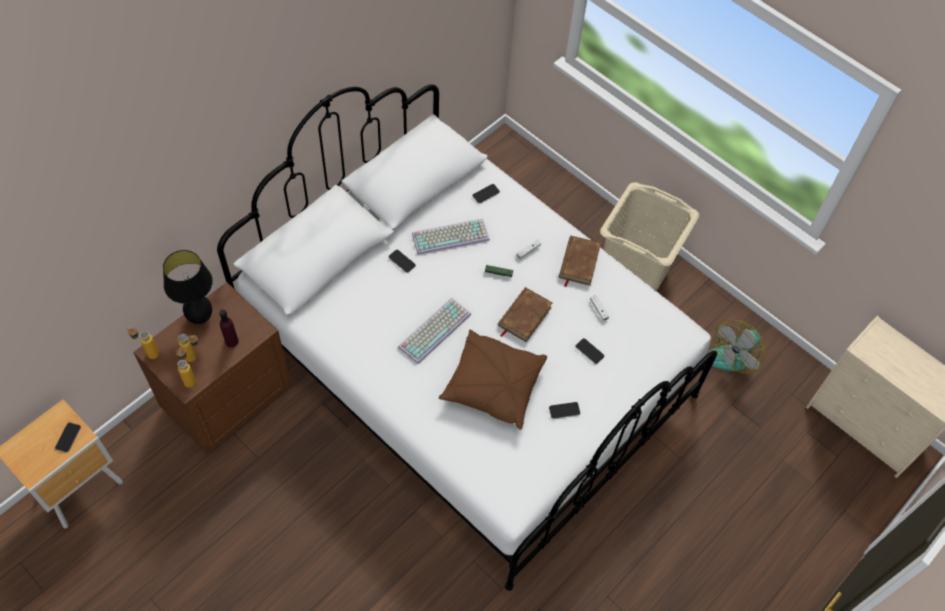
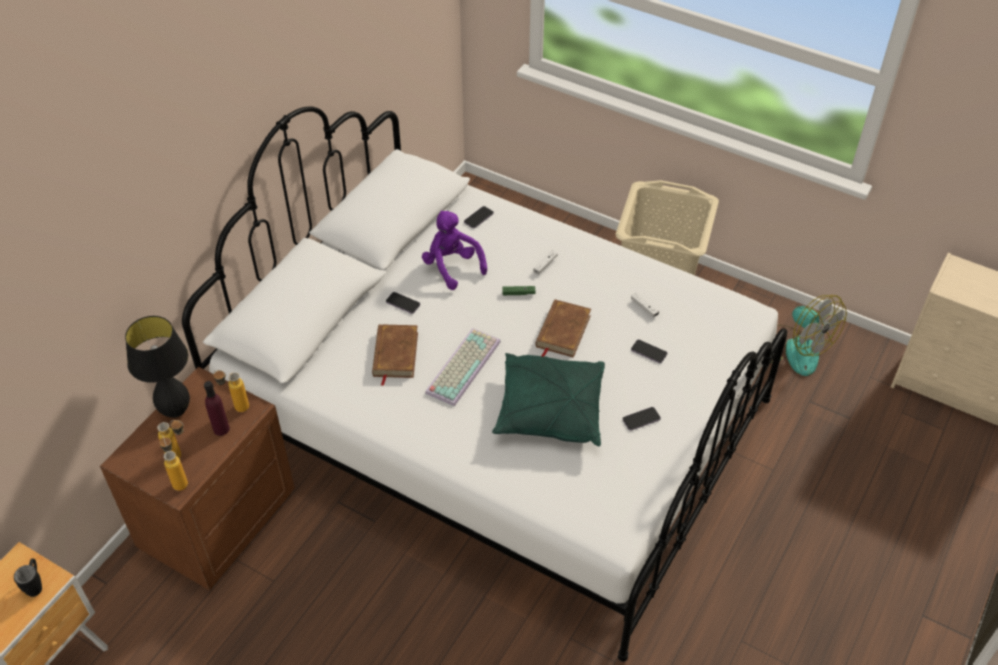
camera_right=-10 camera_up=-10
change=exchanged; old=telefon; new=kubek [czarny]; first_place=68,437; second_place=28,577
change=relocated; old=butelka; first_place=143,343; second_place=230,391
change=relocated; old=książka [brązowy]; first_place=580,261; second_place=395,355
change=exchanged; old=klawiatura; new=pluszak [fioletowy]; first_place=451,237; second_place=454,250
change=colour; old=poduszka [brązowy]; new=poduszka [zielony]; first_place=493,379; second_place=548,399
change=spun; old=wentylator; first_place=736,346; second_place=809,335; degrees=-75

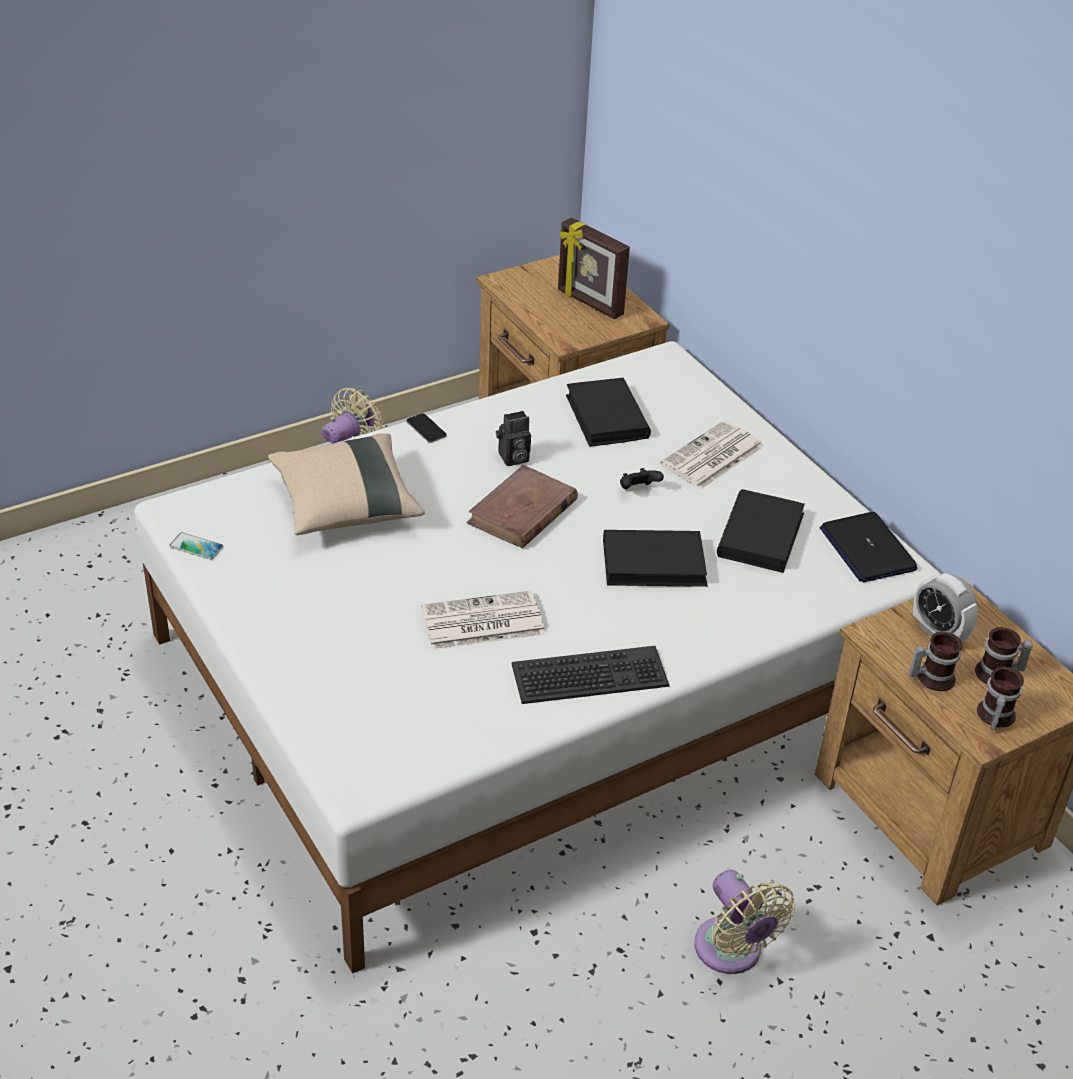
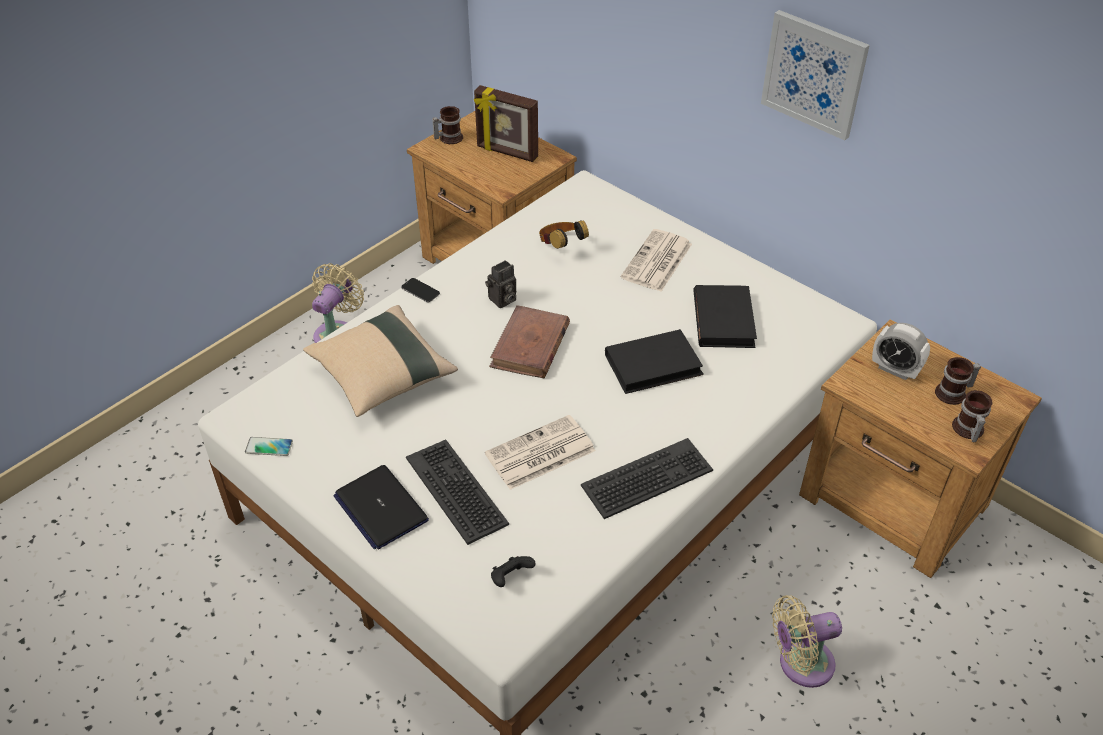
camera_right=-15 camera_up=5
change=relocated; old=laptop; first_place=869,547; second_place=381,507
change=appeared; new=klawiatura; second_place=457,492
change=relocated; old=kubek; first_place=936,661; second_place=447,125
change=relocated; old=pad do gier [czarny]; first_place=642,479; second_place=513,571
change=exchanged; old=książka [czarny]; new=słuchawki; first_place=608,412; second_place=564,234
change=appeared; new=obraz; second_place=815,75
change=spun; old=wentylator [beżowy]; first_place=744,922; second_place=807,641; degrees=120

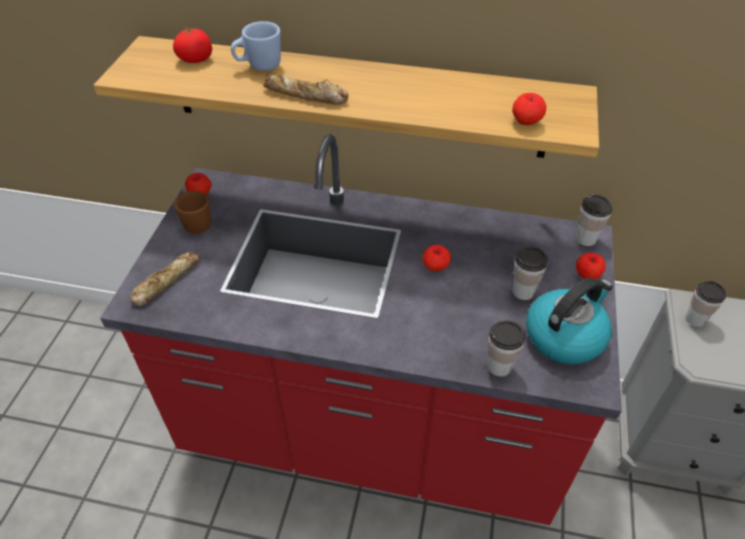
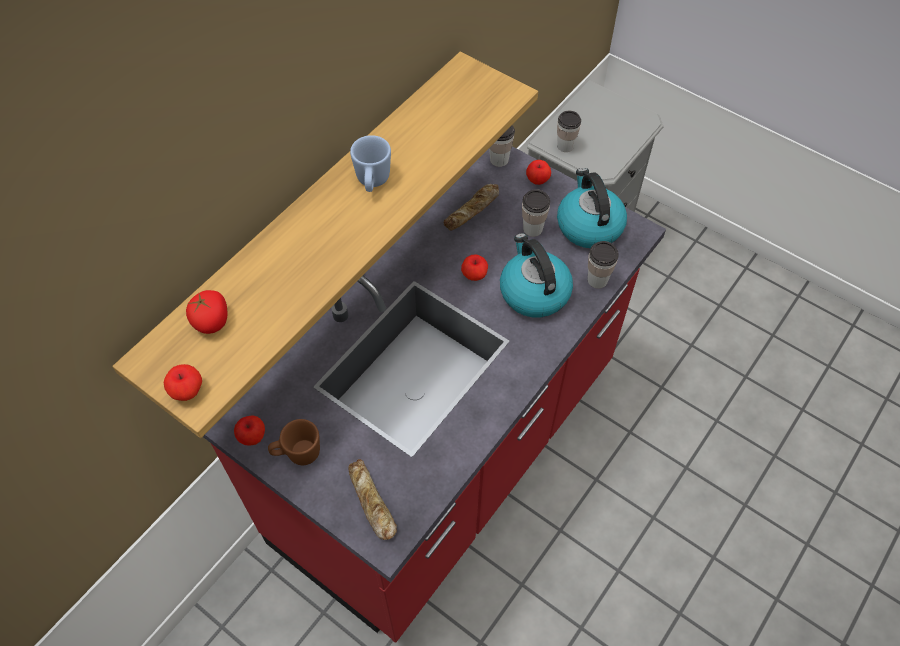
camera_right=-65 camera_up=10
change=relocated; old=jabłko; first_place=529,109; second_place=183,382
change=relocated; old=kubek [niebieski]; first_place=256,46; second_place=370,163
change=relocated; old=chleb; first_place=306,90; second_place=471,207
change=appeared; new=czajnik; second_place=536,275

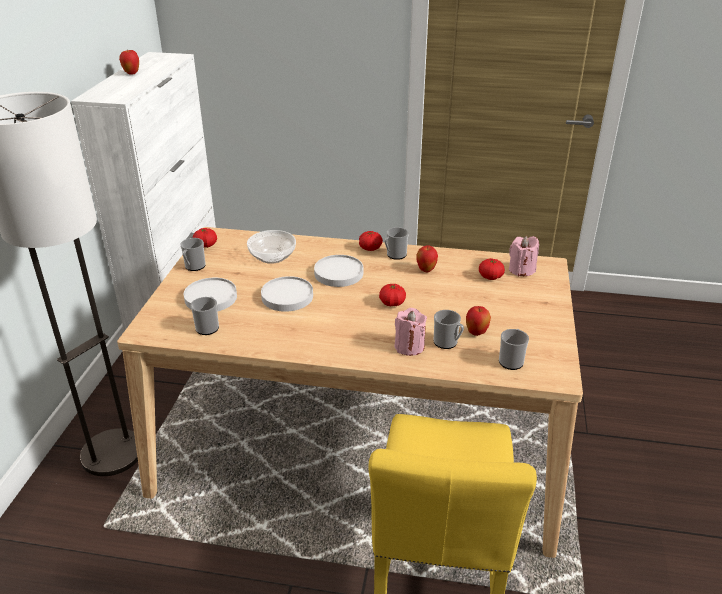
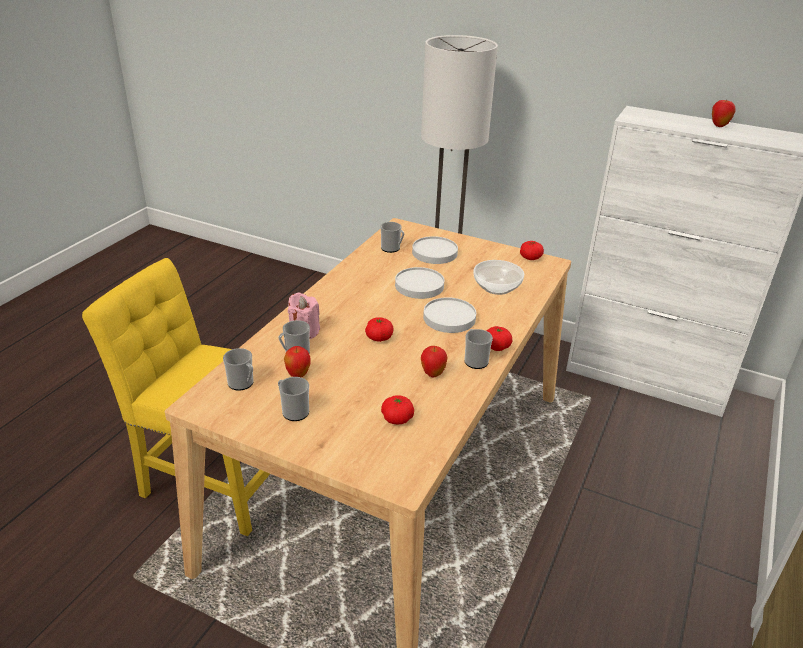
camera_right=105 camera_up=0
change=relocated; old=kubek; first_place=193,254; second_place=293,399
change=missing; old=świeca [różowy]; first_place=524,256

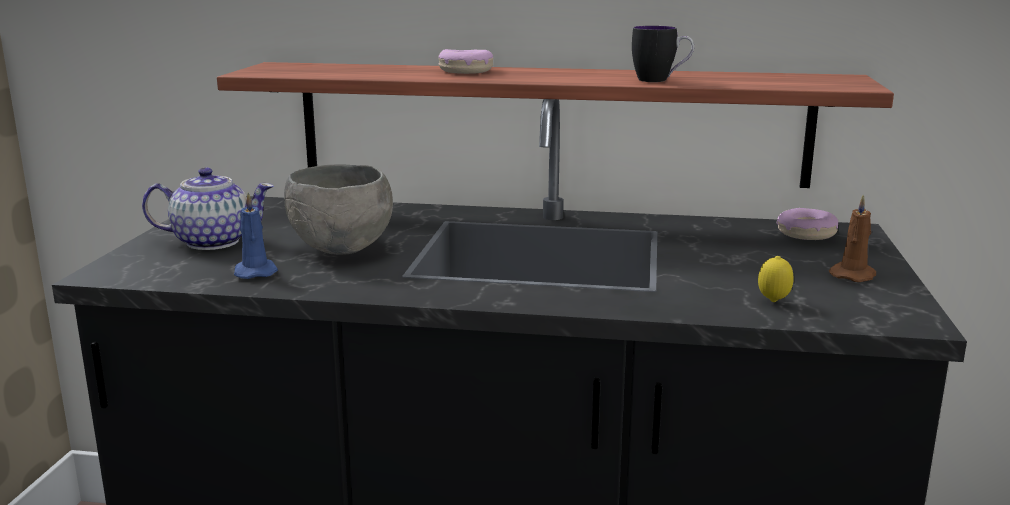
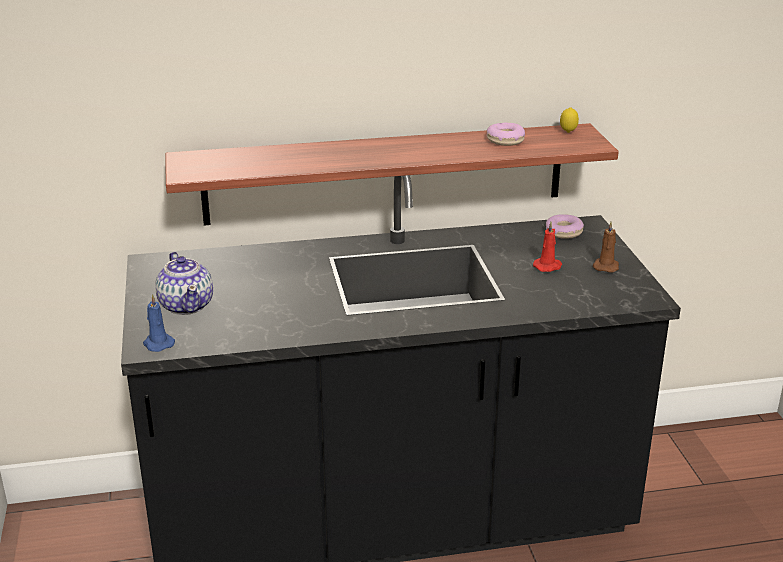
camera_right=-20 camera_up=10
change=relocated; old=świeca [niebieski]; first_place=256,235; second_place=159,323
change=spun; old=imbryk; first_place=208,208; second_place=184,283; degrees=90
change=relocated; old=donut; first_place=466,61; second_place=506,134
change=appeared; new=świeca [czerwony]; second_place=547,247
change=relocated; old=cytryna; first_place=775,279; second_place=569,120
change=missing; old=miska [szary]; first_place=338,209
change=missing; old=kubek; first_place=663,54

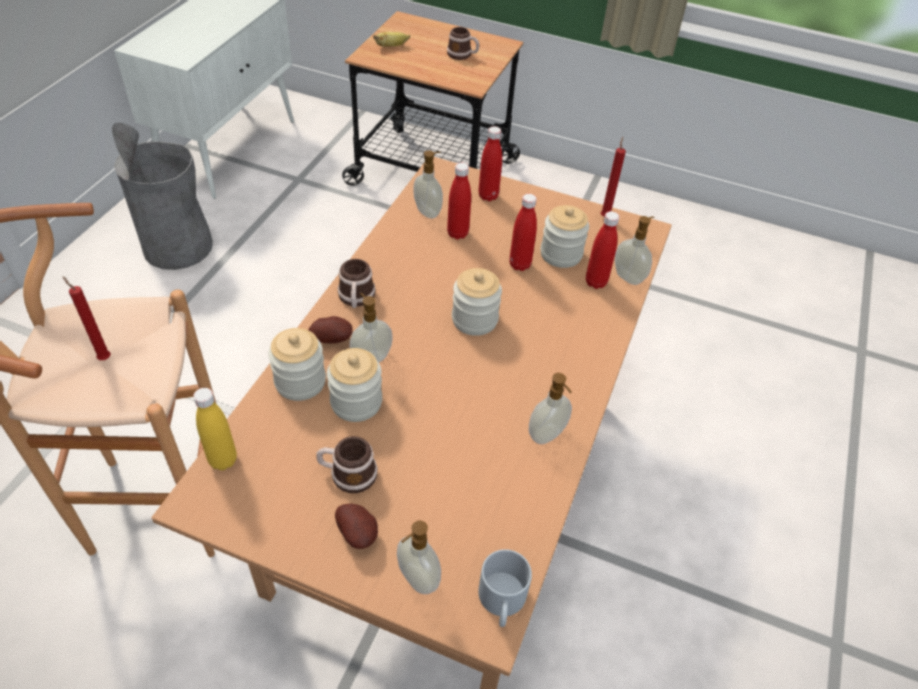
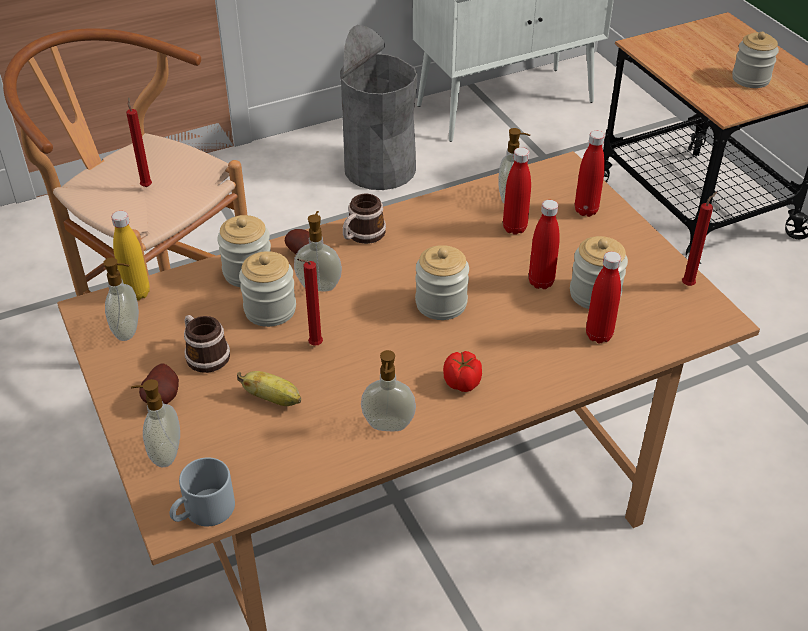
camera_right=45 camera_up=-5
change=relocated; old=dozownik mydła; first_place=634,250; second_place=121,299
change=relocated; old=banan; first_place=391,39; second_place=269,388
change=appeared; new=świeca [czerwony]; second_place=310,302
change=appeared; new=pomidor; second_place=462,371
change=exchanged; old=kubek; new=słoik; first_place=463,43; second_place=755,60

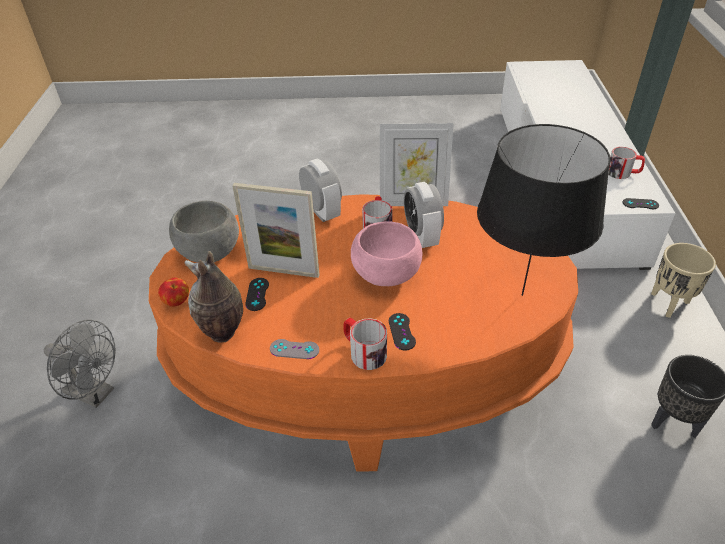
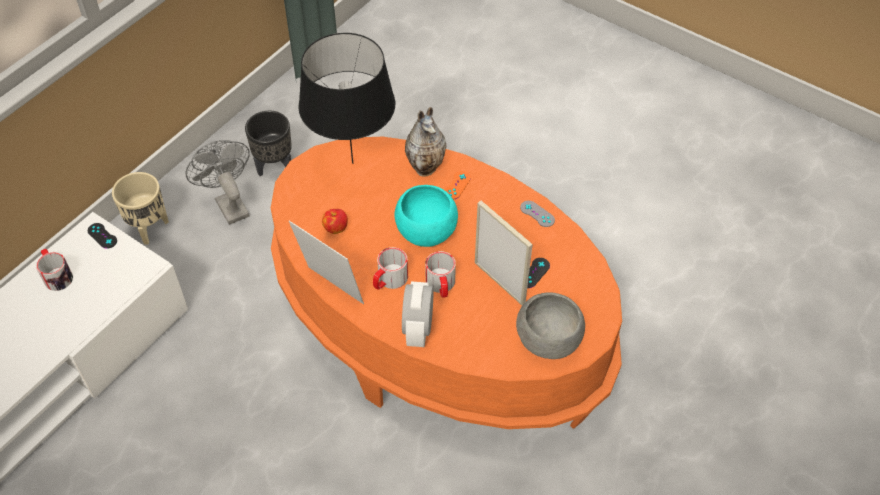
camera_right=-145 camera_up=10
change=relocated; old=wentylator [szary]; first_place=80,363; second_place=218,182
change=relocated; old=jabłko; first_place=173,292; second_place=335,221
change=colour; old=miska [różowy]; new=miska [turkusowy]; first_place=386,253; second_place=426,216
change=relocated; old=wazon; first_place=213,297; second_place=426,142
change=relocated; old=kubek; first_place=365,344; second_place=440,274
change=colour; old=pad do gier [czarny]; new=pad do gier [pomarańczowy]; first_place=402,332; second_place=458,185
change=missing; old=budzik; first_place=424,215

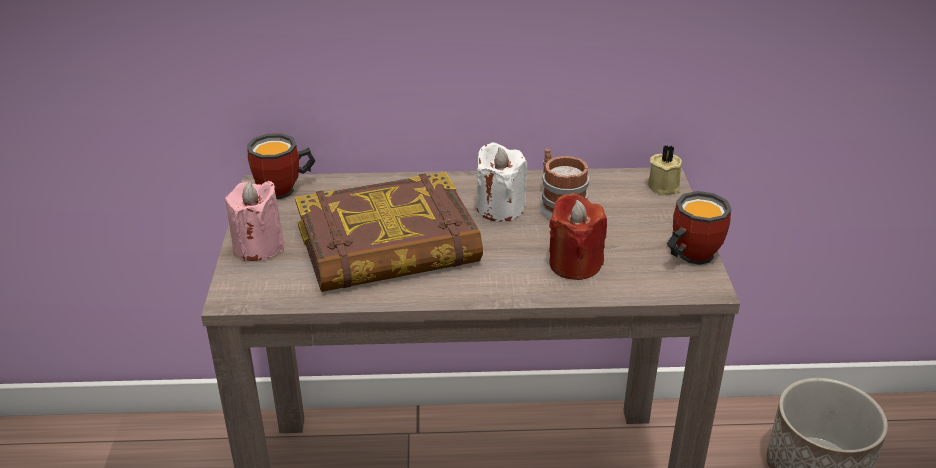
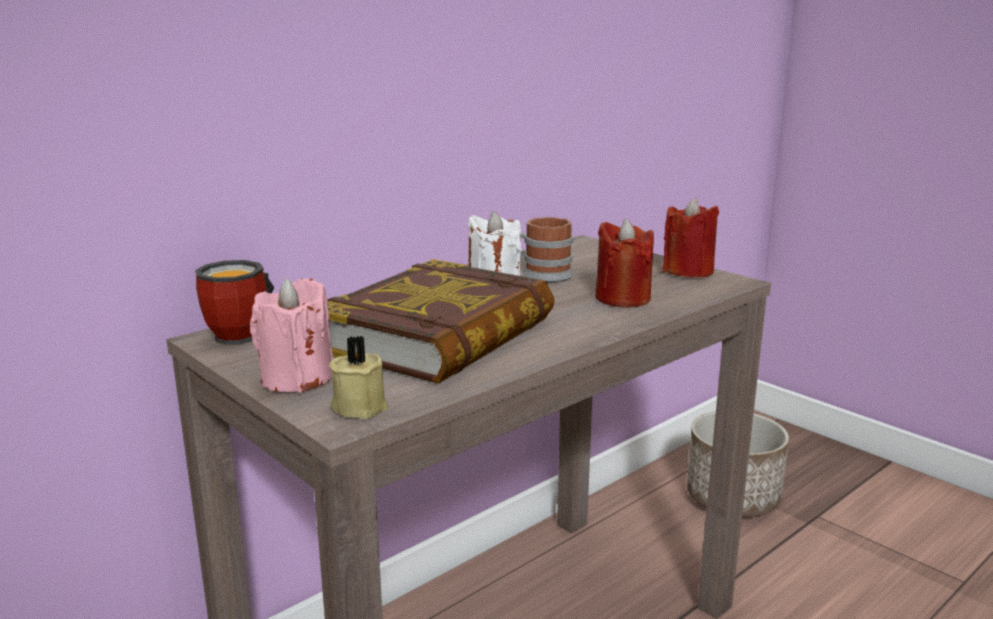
camera_right=-40 camera_up=-15
change=relocated; old=świeca [beżowy]; first_place=665,170; second_place=359,377
change=exchanged; old=kubek; new=świeca [czerwony]; first_place=699,228; second_place=690,238

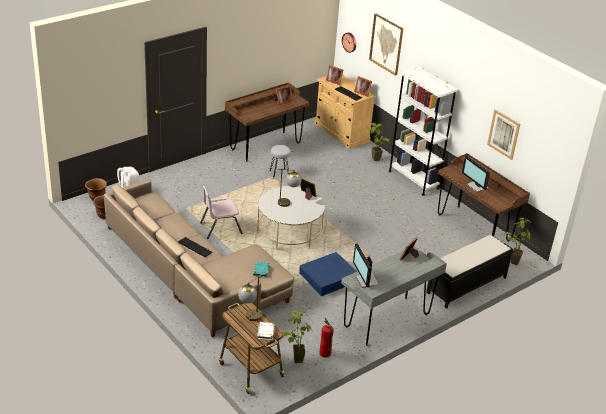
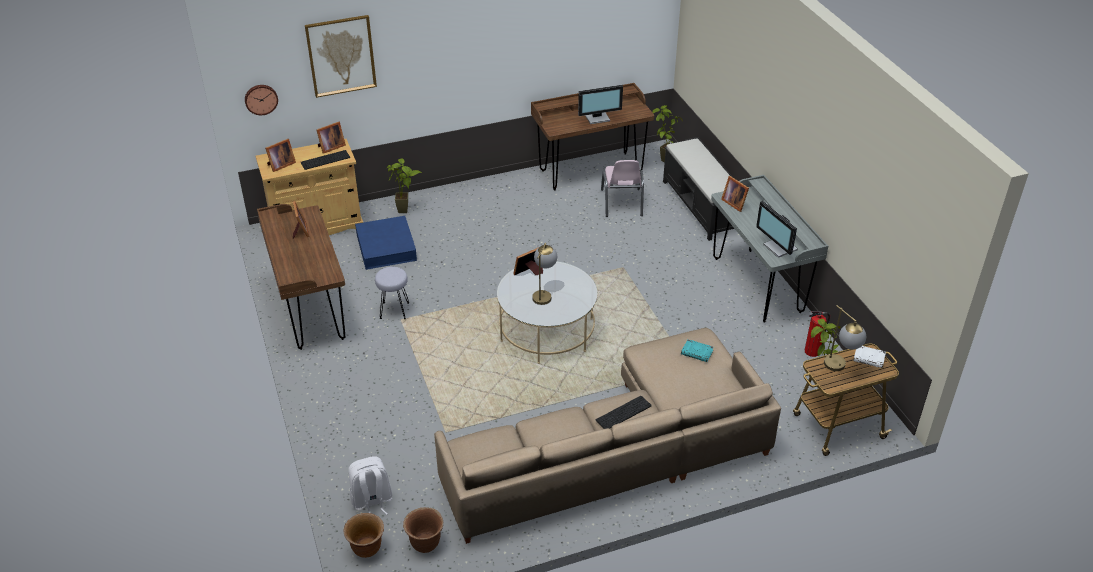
camera_right=-70 camera_up=5
change=relocated; old=pojemnik do przechowywania [niebieski]; first_place=328,274; second_place=386,243
change=relocated; old=krzesło [różowy]; first_place=221,212; second_place=622,188
change=spun; old=monitor; first_place=366,265; second_place=777,229; degrees=60
change=missing; old=regał [biały]; first_place=423,131
change=missing; old=obraz; first_place=503,135

